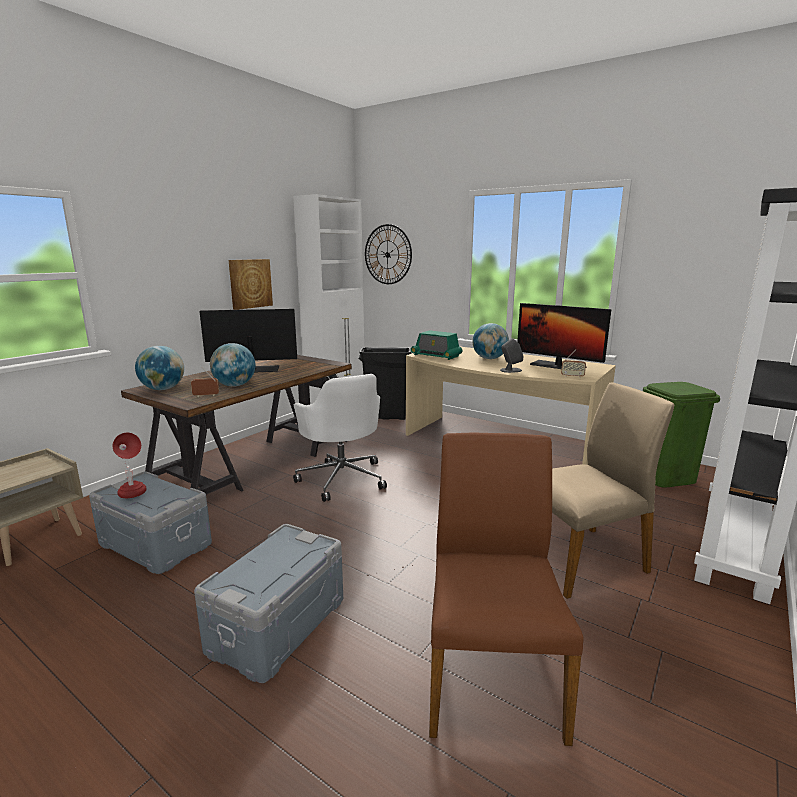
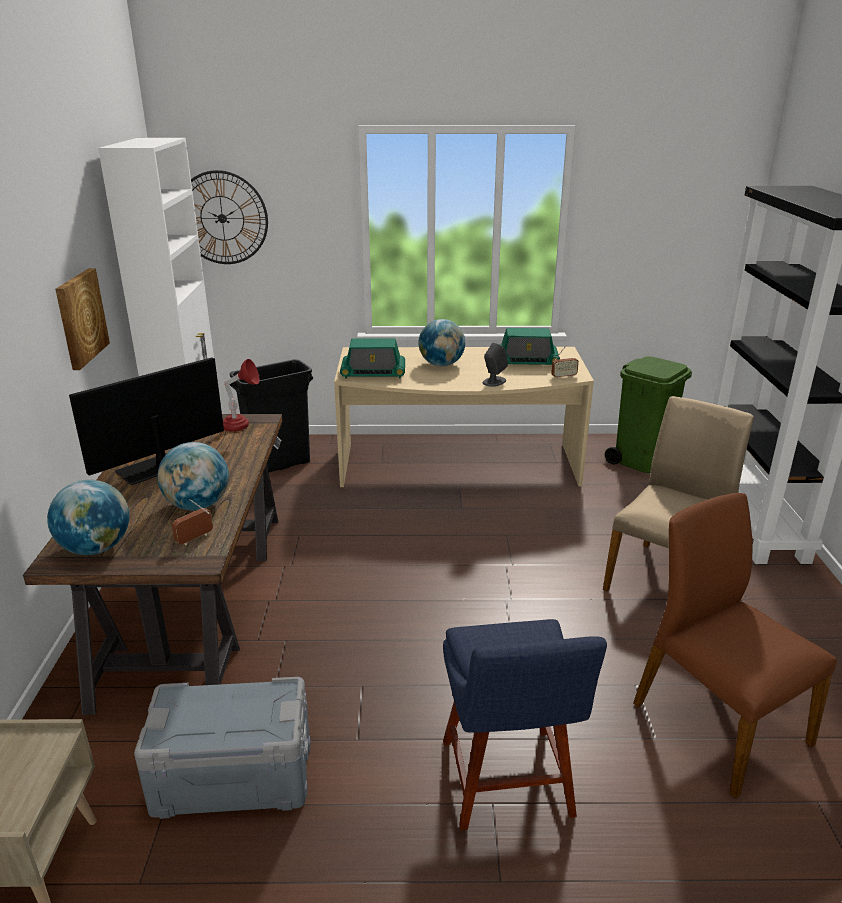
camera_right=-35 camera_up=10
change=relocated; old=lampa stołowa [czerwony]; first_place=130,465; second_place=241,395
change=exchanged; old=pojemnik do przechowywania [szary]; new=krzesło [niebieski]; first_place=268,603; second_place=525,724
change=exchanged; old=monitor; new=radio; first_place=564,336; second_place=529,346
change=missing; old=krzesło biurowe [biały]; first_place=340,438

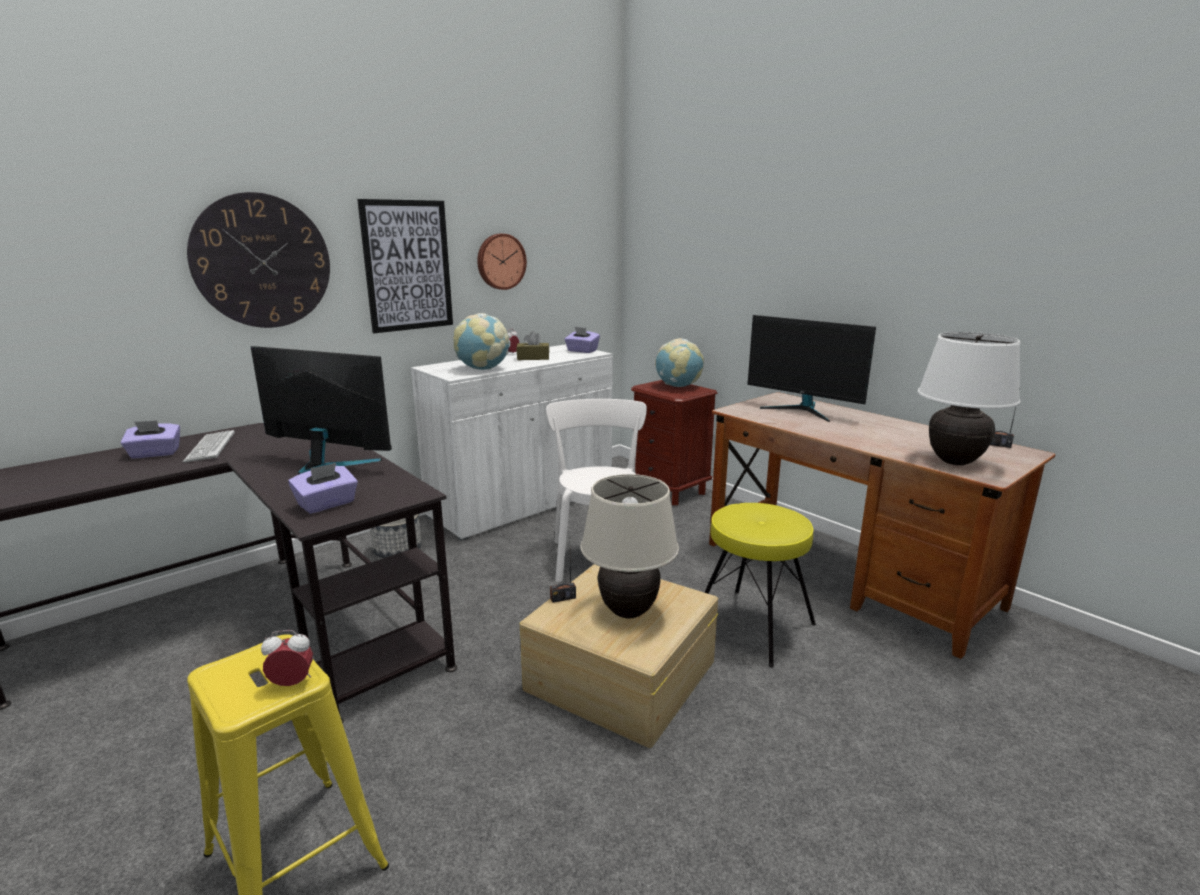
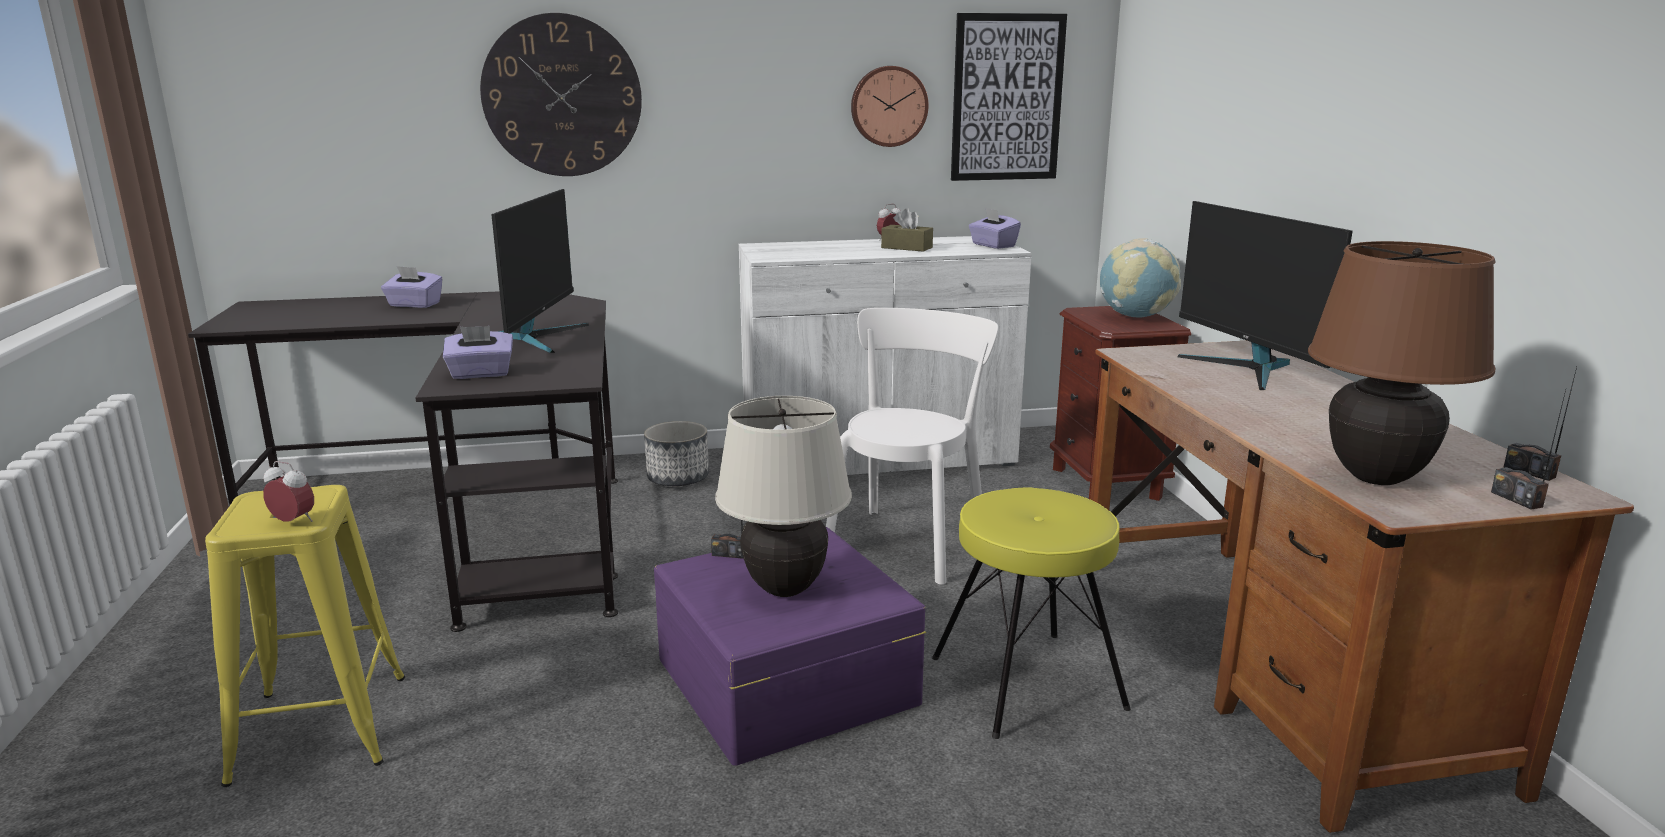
camera_right=30 camera_up=0
change=spun; old=monitor; first_place=321,410; second_place=541,271; degrees=45
change=colour; old=pojemnik do przechowywania [beżowy]; new=pojemnik do przechowywania [fioletowy]; first_place=619,656; second_place=790,646
change=relocated; old=obraz; first_place=405,266; second_place=1009,97
change=colour; old=lampa stołowa [biały]; new=lampa stołowa [brązowy]; first_place=969,399; second_place=1402,363
change=appeared; new=radio; second_place=1528,450
change=missing; old=klawiatura; first_place=209,446
change=missing; old=globus; first_place=481,341

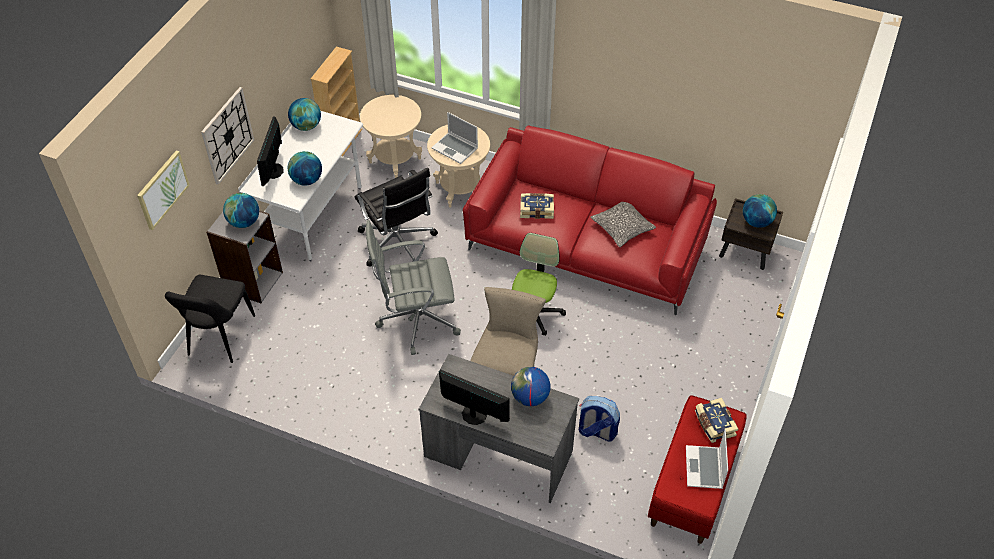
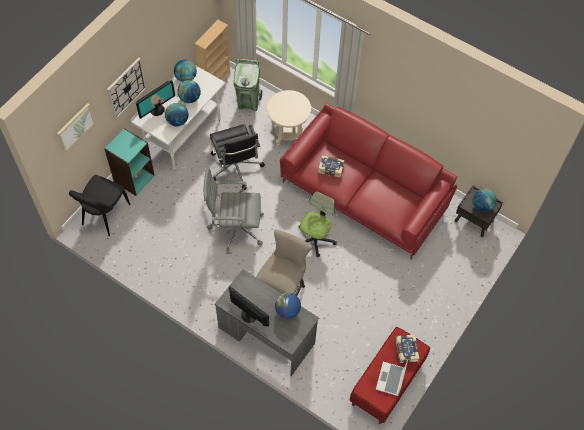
camera_right=10 camera_up=10
change=colour; old=regał [szary]; new=regał [turkusowy]; first_place=244,256; second_place=129,162
change=spun; old=monitor; first_place=270,151; second_place=155,99; degrees=-150
change=relocated; old=globus; first_place=241,210; second_place=189,91
change=exchanged; old=stolik [beżowy]; new=kosz na śmieci [zielony]; first_place=391,136; second_place=248,85
change=missing; old=laptop; first_place=454,138
change=missing; old=plecak; first_place=599,419
change=missing; old=poduszka; first_place=623,224

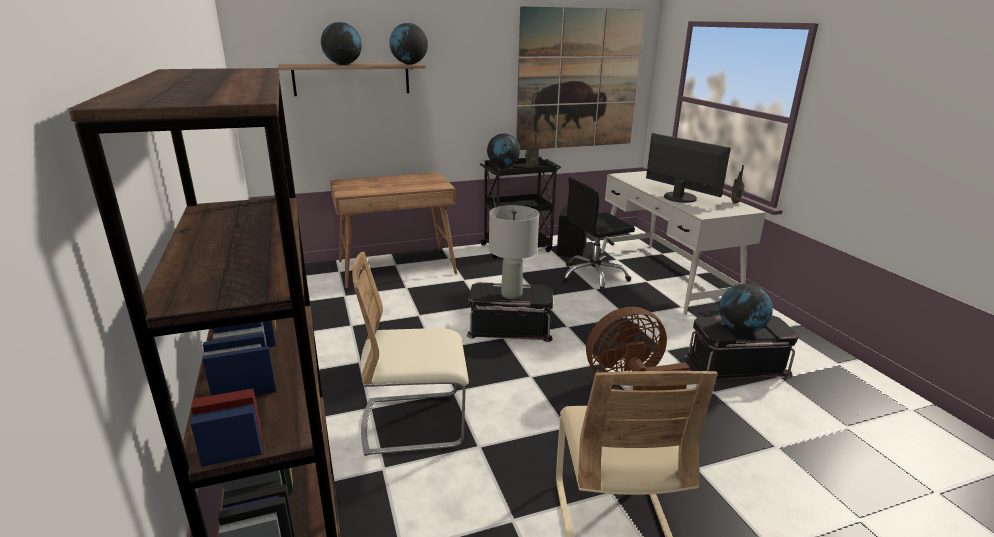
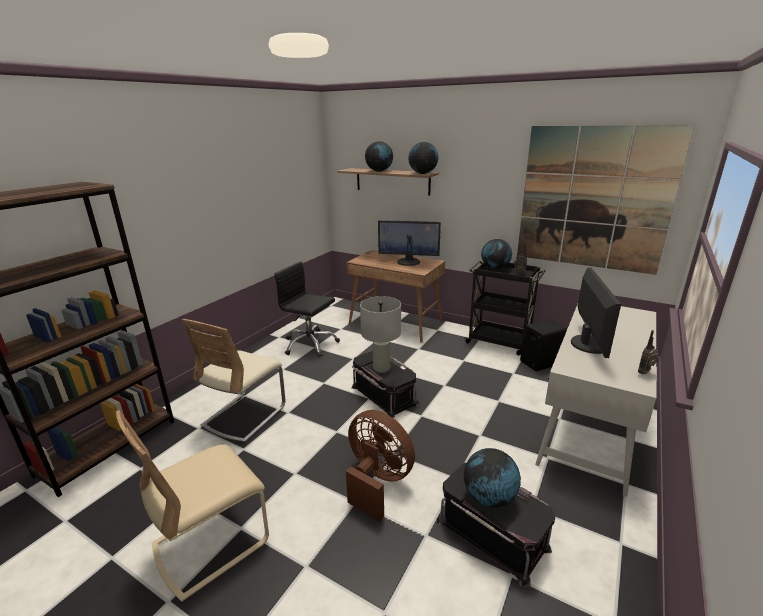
camera_right=50 camera_up=0
change=spun; old=krzesło [beżowy]; first_place=410,354; second_place=233,381; degrees=-105
change=relocated; old=krzesło biurowe [czarny]; first_place=598,234; second_place=307,309
change=appeared; new=monitor; second_place=409,243

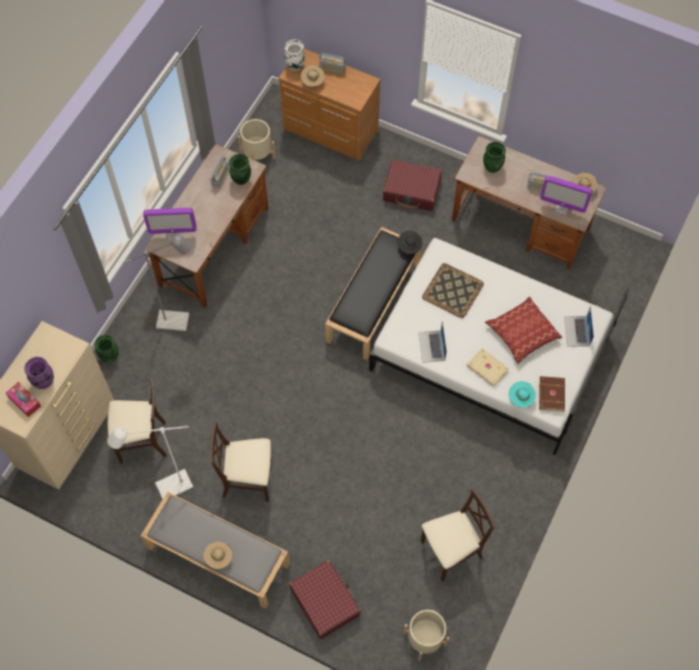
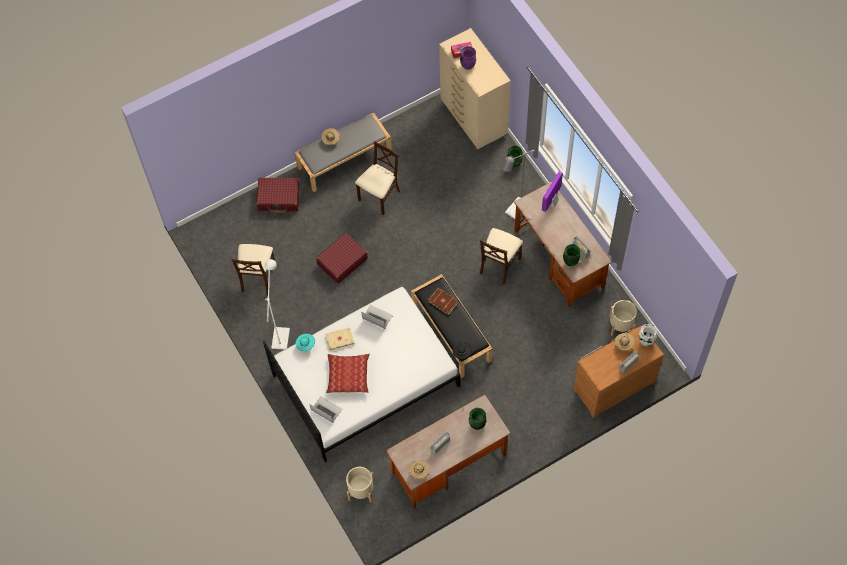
camera_right=125 camera_up=0
change=relocated; old=lampa stojąca [biały]; first_place=150,462; second_place=277,304
change=relocated; old=walizka [czerwony]; first_place=412,185; second_place=342,258
change=relocated; old=donica [beżowy]; first_place=426,635; second_place=360,484
change=relocated; old=książka [brązowy]; first_place=552,394; second_place=443,301
change=relocated; old=krzesło [beżowy]; first_place=137,421; second_place=501,256
change=missing; old=taca; first_place=453,290
change=missing; old=monitor; first_place=566,196

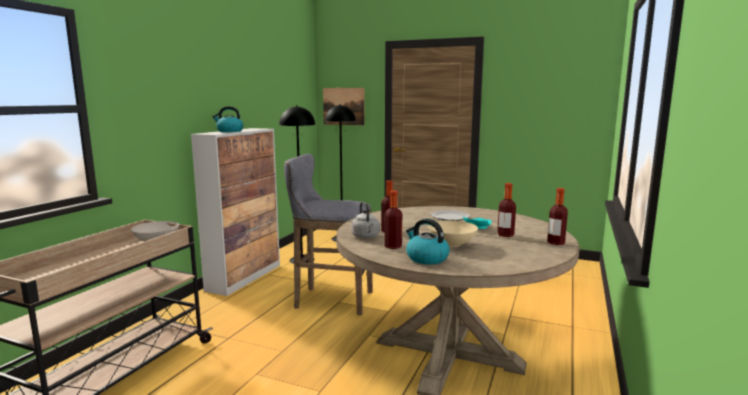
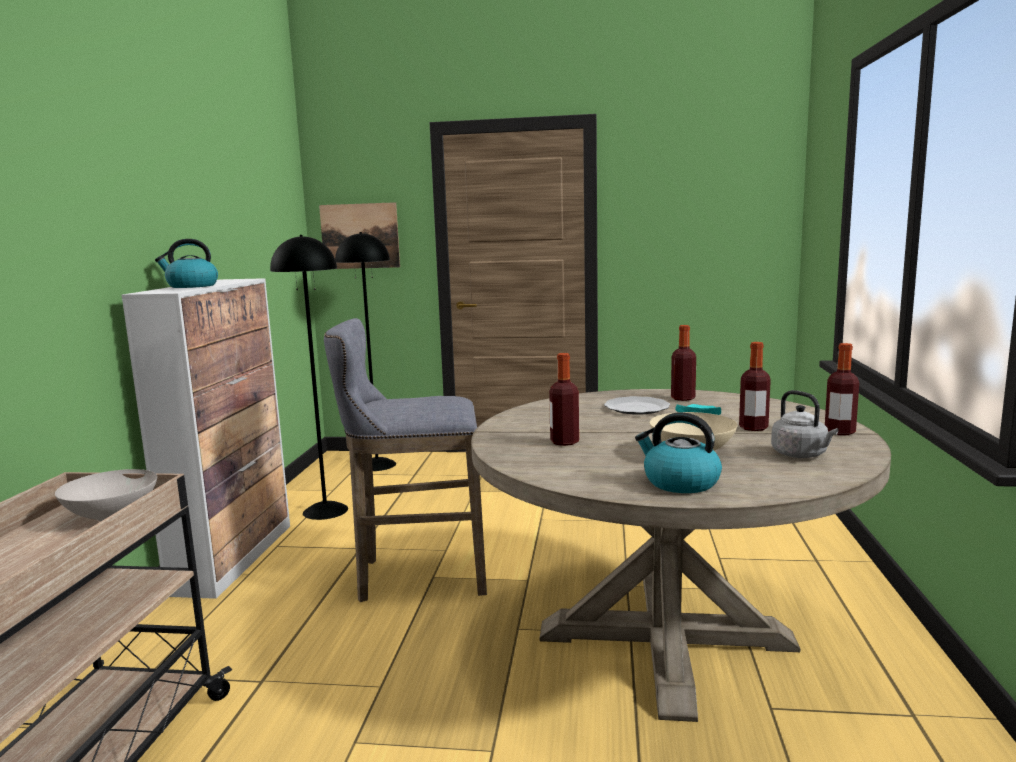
camera_right=-15 camera_up=0
change=relocated; old=butelka; first_place=393,219; second_place=683,363
change=relocated; old=czajnik [szary]; first_place=365,219; second_place=804,424

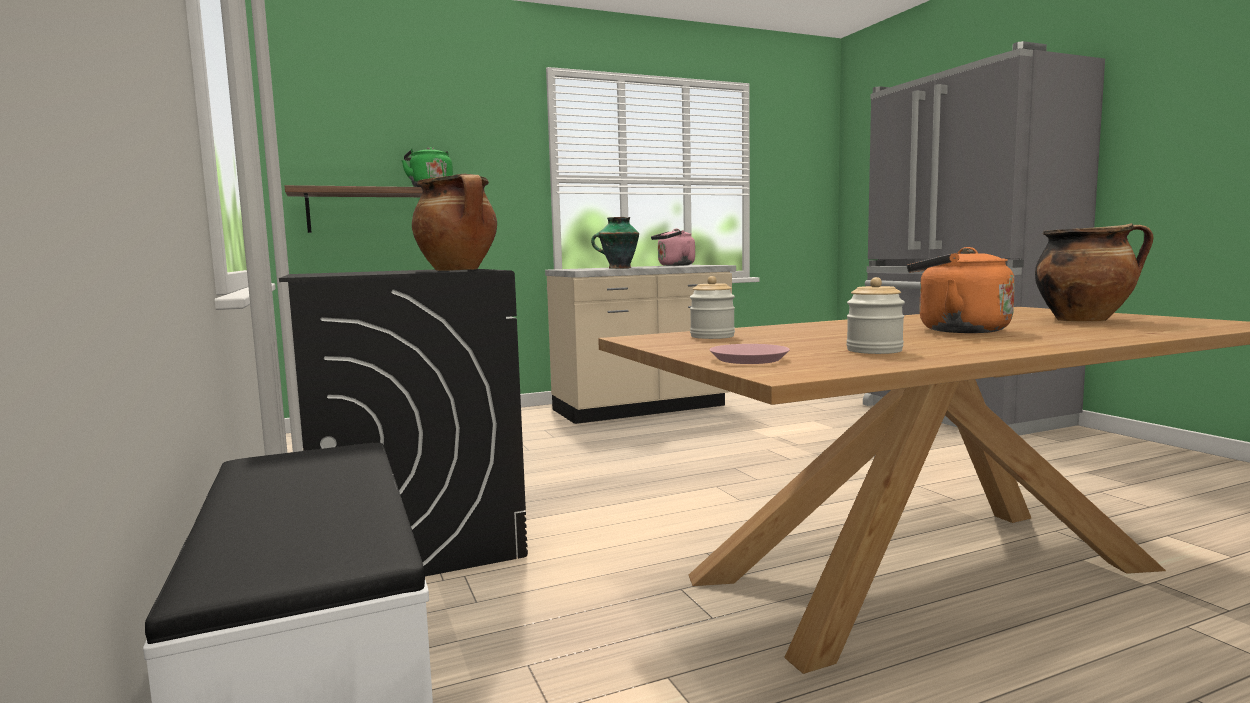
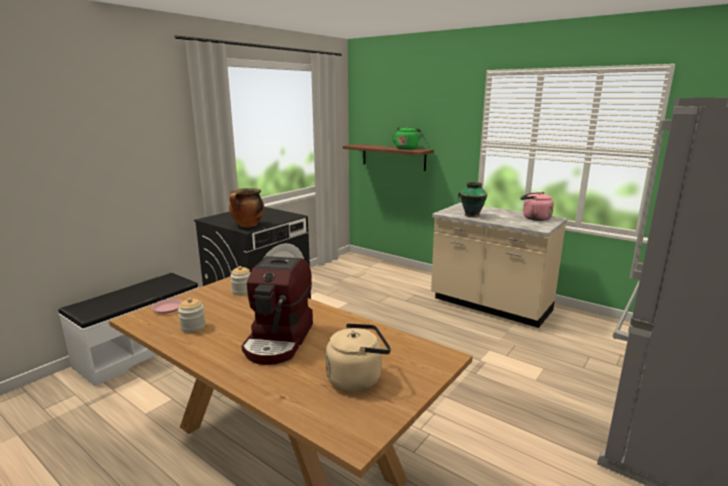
camera_right=60 camera_up=10
change=exchanged; old=czajnik [pomarańczowy]; new=ekspres do kawy; first_place=961,290; second_place=277,310
change=exchanged; old=garnek; new=czajnik [beżowy]; first_place=1094,272; second_place=358,357

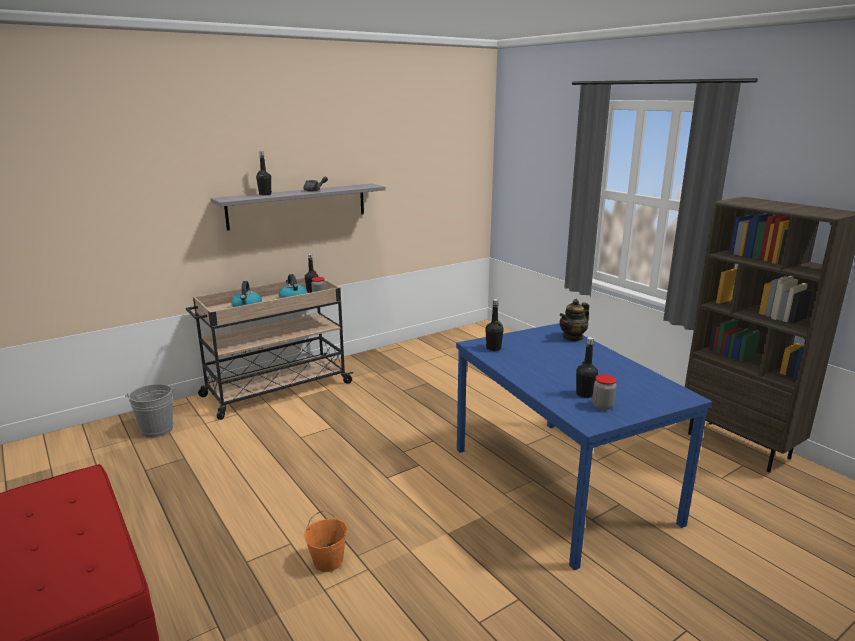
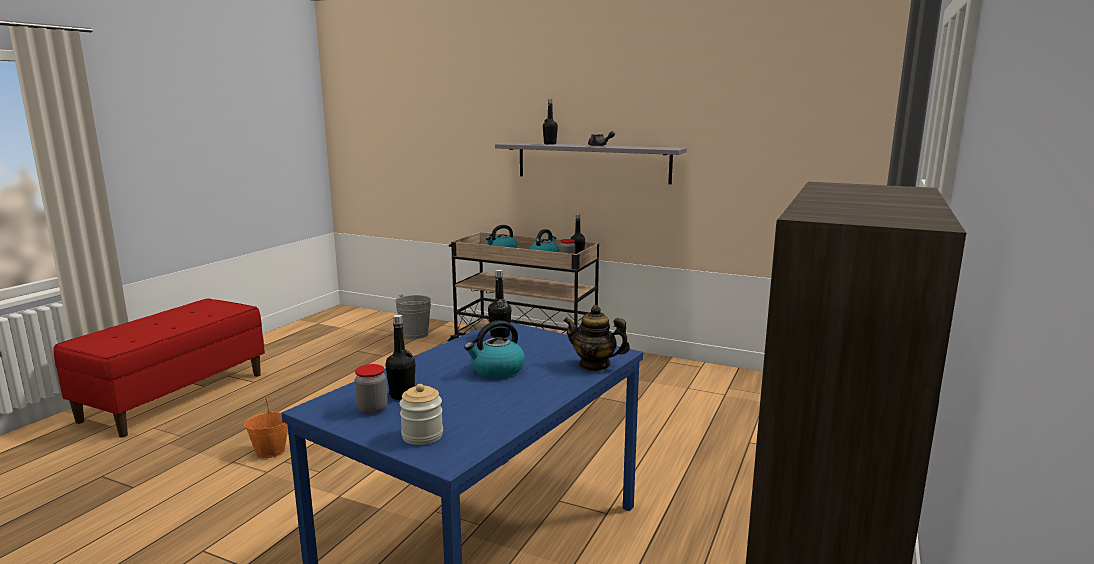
camera_right=60 camera_up=-5
change=appeared; new=słoik; second_place=421,414
change=appeared; new=czajnik; second_place=494,349

